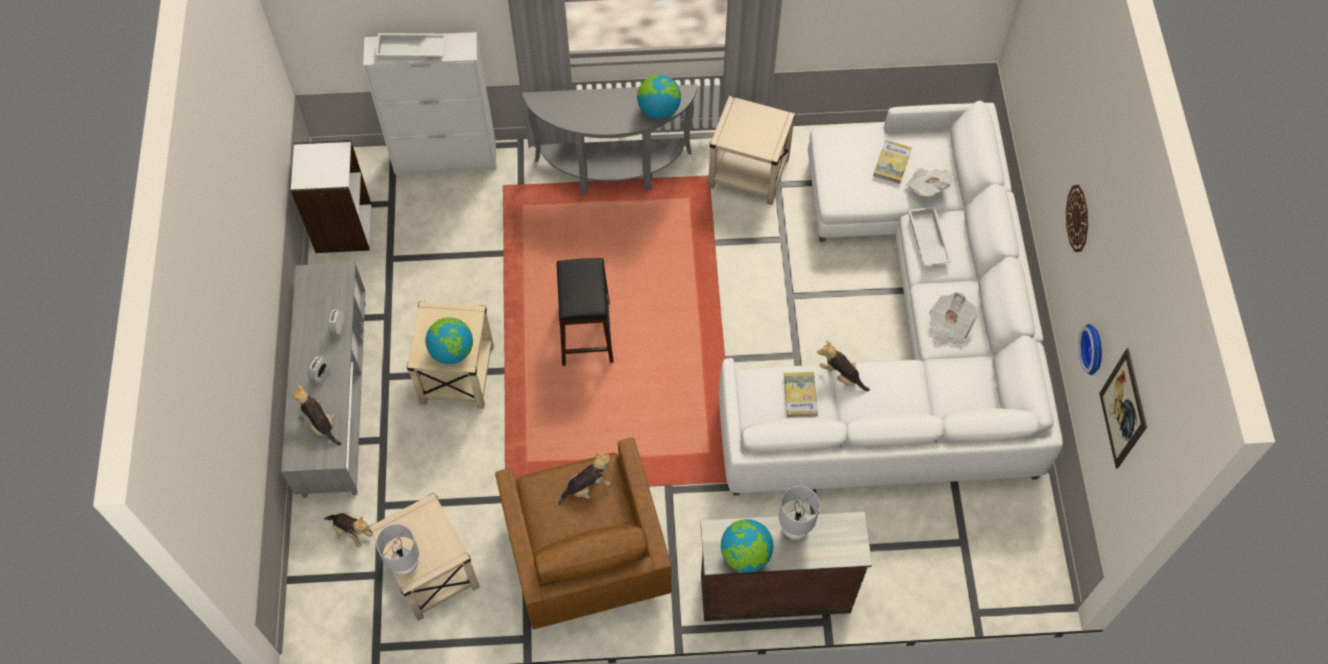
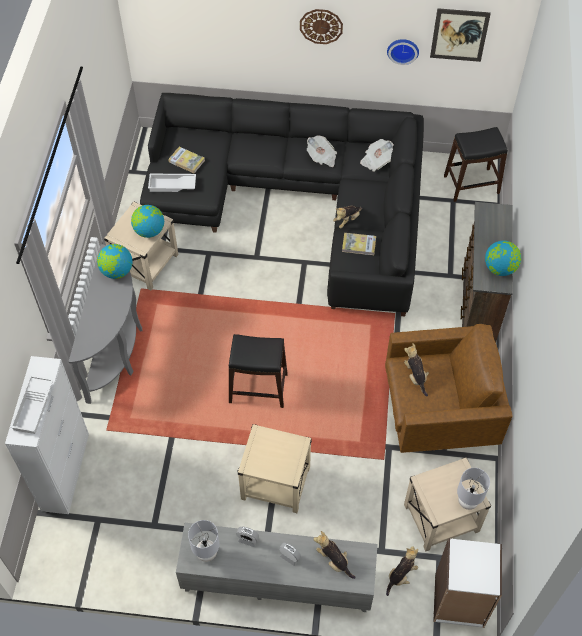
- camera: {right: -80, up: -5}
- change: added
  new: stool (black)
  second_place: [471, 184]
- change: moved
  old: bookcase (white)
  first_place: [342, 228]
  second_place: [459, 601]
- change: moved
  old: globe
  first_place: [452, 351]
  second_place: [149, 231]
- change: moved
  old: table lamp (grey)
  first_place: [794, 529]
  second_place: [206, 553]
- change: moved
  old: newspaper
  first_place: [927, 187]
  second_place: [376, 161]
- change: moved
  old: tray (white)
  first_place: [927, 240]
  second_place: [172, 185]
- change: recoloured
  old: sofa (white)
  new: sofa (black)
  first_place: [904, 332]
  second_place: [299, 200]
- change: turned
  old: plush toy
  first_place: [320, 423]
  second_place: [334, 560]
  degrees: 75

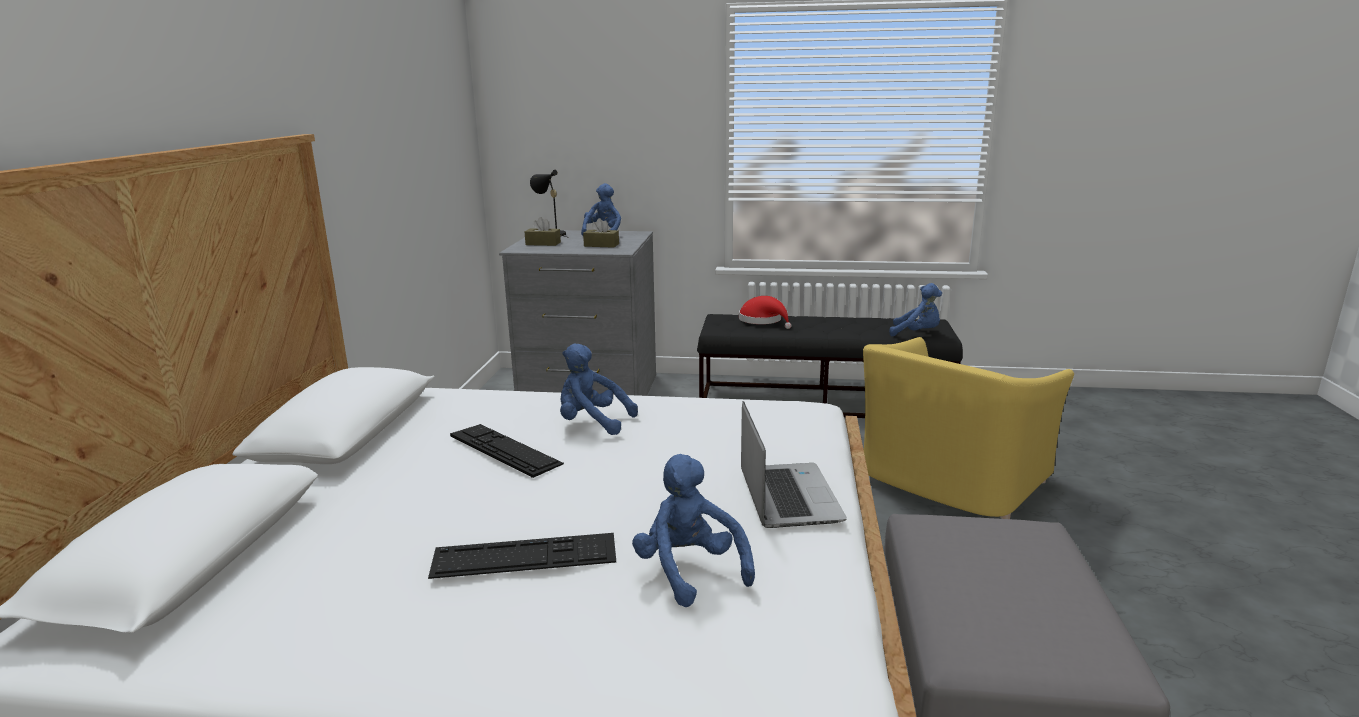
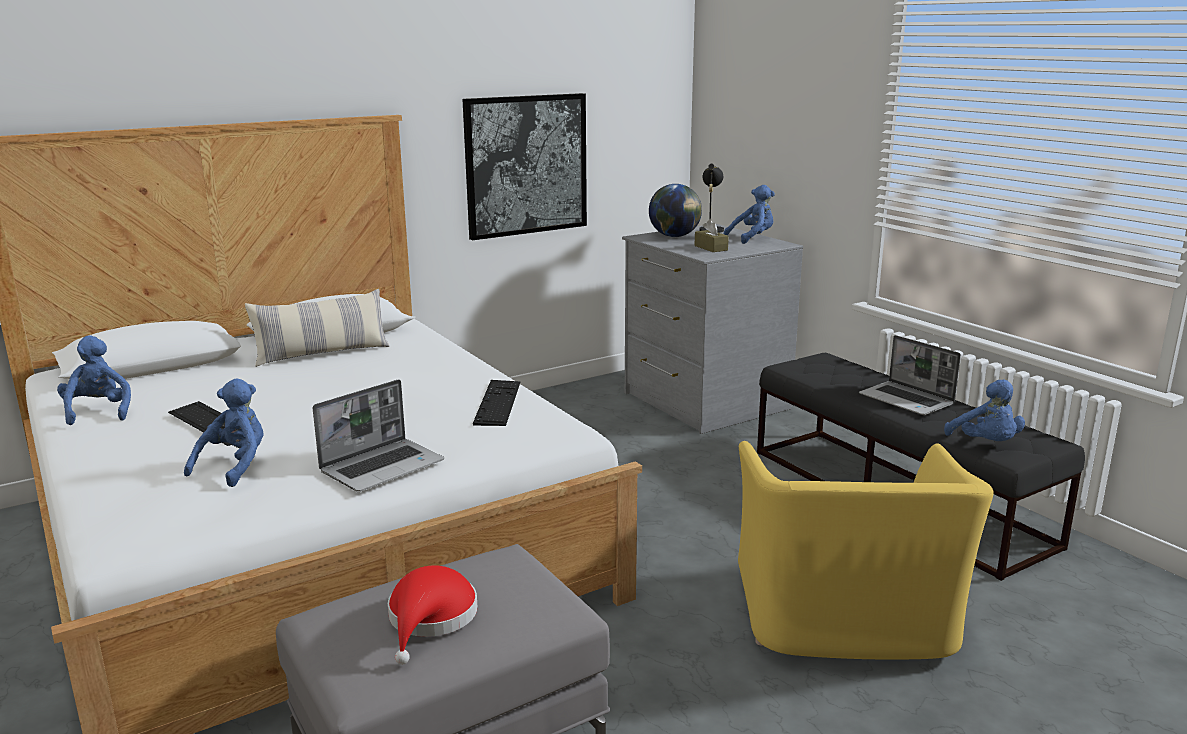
- camera: {right: 50, up: 0}
- change: added
  new: pillow
  second_place: [322, 354]
- change: added
  new: picture
  second_place: [526, 165]
- change: added
  new: laptop
  second_place: [907, 400]
- change: moved
  old: keyboard
  first_place: [504, 449]
  second_place: [498, 402]
- change: moved
  old: plush toy (blue)
  first_place: [592, 423]
  second_place: [98, 412]
- change: moved
  old: hat (red)
  first_place: [763, 320]
  second_place: [430, 619]
- change: replaced
  old: tissue box (brown)
  new: globe
  first_place: [543, 243]
  second_place: [675, 236]
- change: turned
  old: armchair (yellow)
  first_place: [949, 480]
  second_place: [845, 618]
  degrees: -90

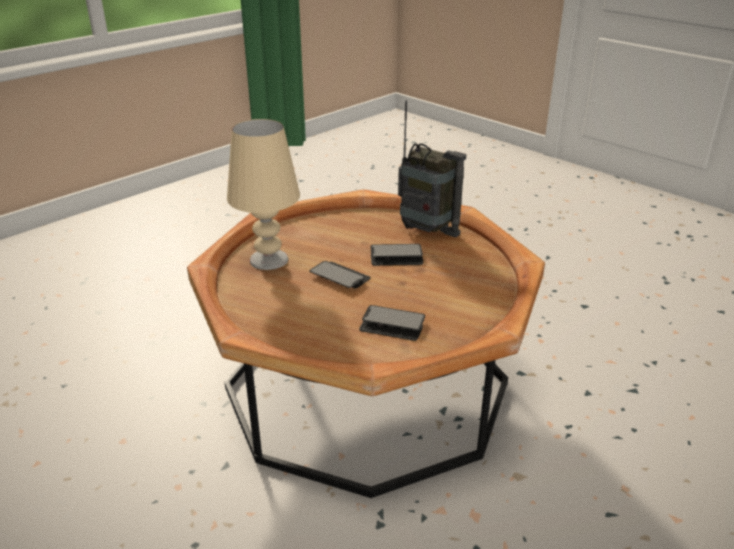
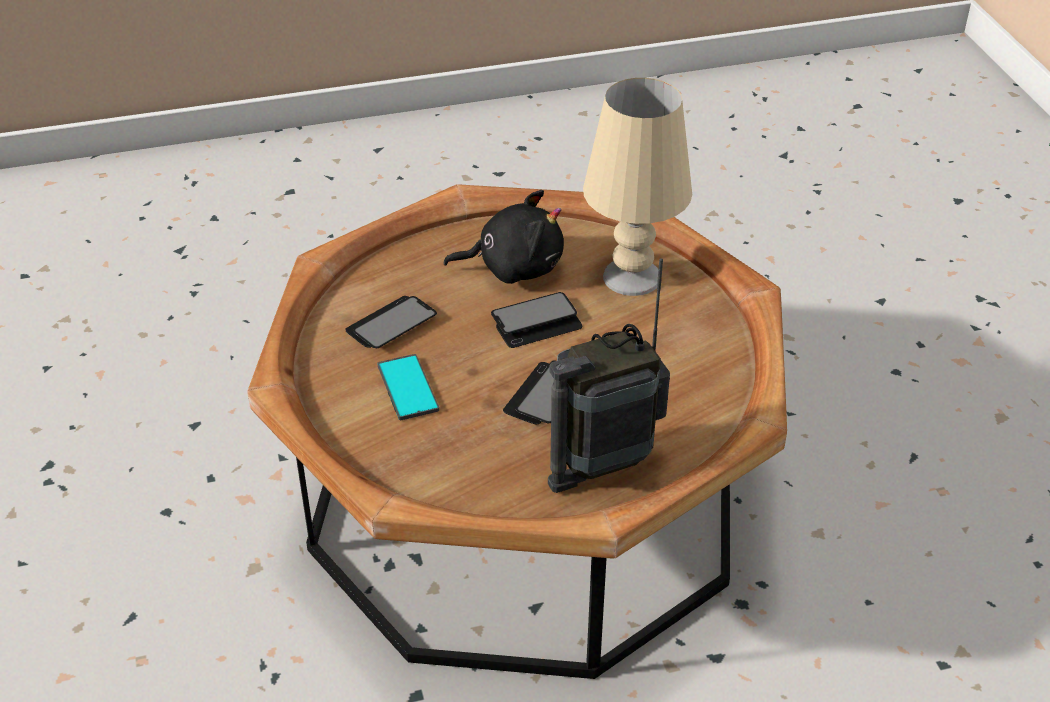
- camera: {right: 120, up: 10}
- change: added
  new: phone
  second_place: [407, 388]
- change: added
  new: plush toy (black)
  second_place: [514, 267]

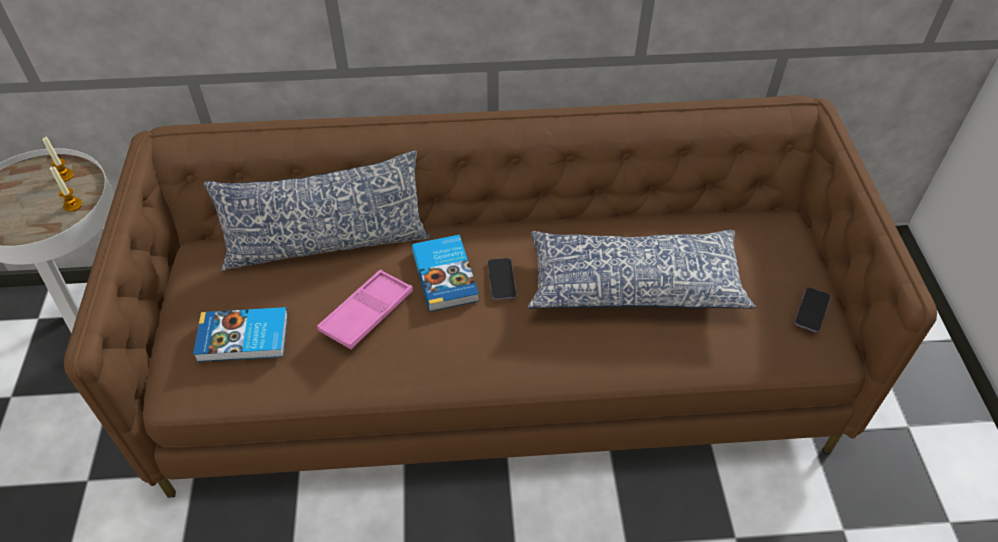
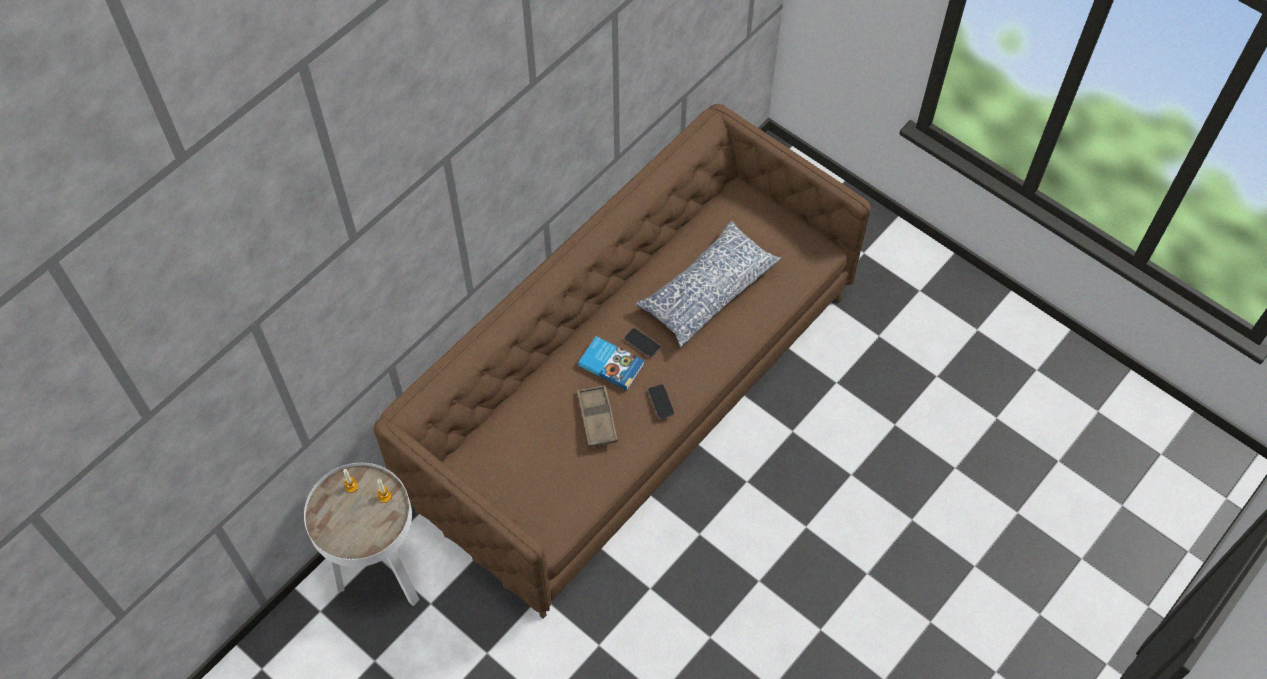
- camera: {right: -45, up: 10}
- change: removed
  old: book
  first_place: [243, 338]
- change: removed
  old: pillow
  first_place: [326, 243]
- change: moved
  old: phone
  first_place: [811, 311]
  second_place: [661, 402]
- change: recoloured
  old: tray (pink)
  new: tray (brown)
  first_place: [367, 313]
  second_place: [597, 418]

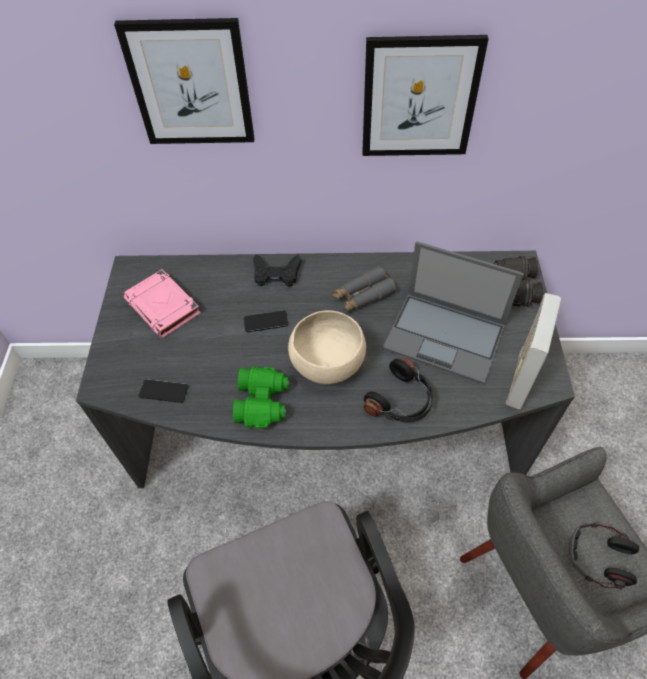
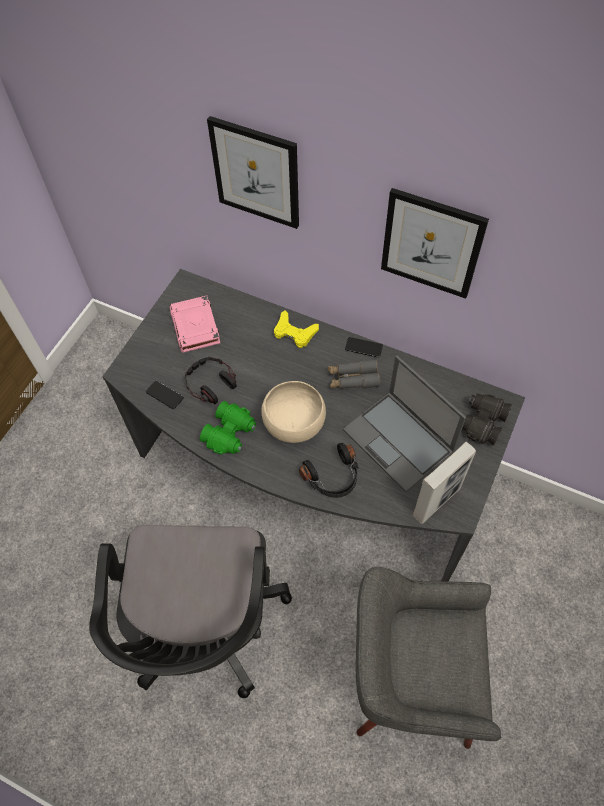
- camera: {right: 25, up: 5}
- change: moved
  old: phone
  first_place: [265, 322]
  second_place: [363, 347]
- change: moved
  old: headphones
  first_place: [599, 558]
  second_place: [210, 383]
- change: recoloured
  old: game controller (black)
  new: game controller (yellow)
  first_place: [276, 274]
  second_place: [294, 332]

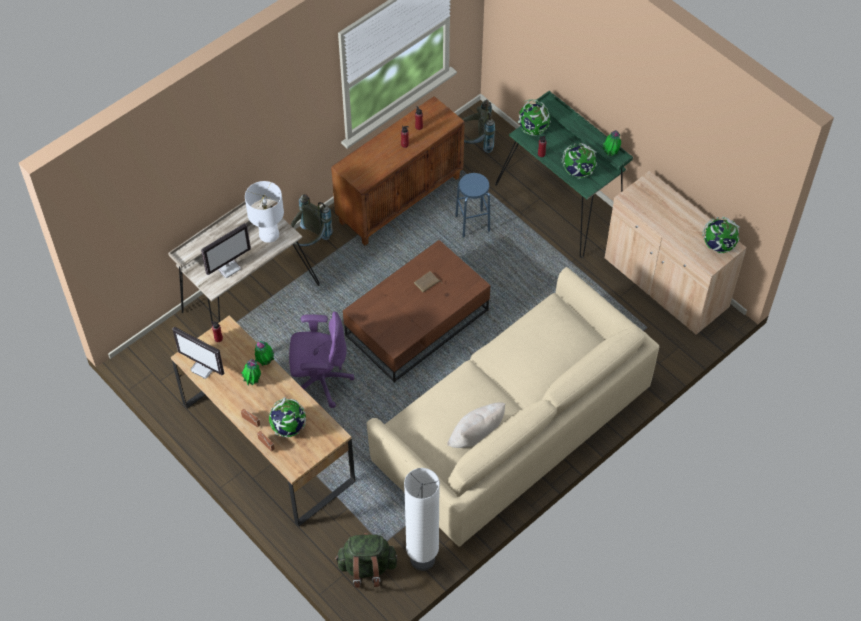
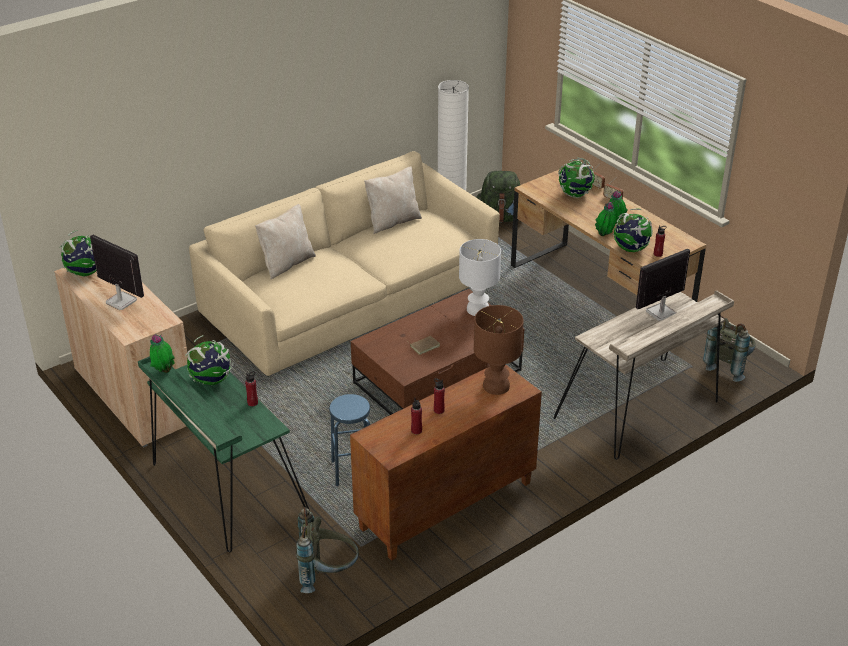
- camera: {right: -175, up: -20}
- change: removed
  old: office chair (purple)
  first_place: [320, 381]
- change: added
  new: pillow (beige)
  second_place: [286, 264]
- change: added
  new: table lamp (brown)
  second_place: [496, 386]
- change: moved
  old: monitor
  first_place: [204, 368]
  second_place: [120, 301]
- change: moved
  old: table lamp (white)
  first_place: [268, 234]
  second_place: [478, 309]
- change: moved
  old: backpack (grey)
  first_place: [310, 241]
  second_place: [728, 366]
- change: moved
  old: globe
  first_place: [532, 129]
  second_place: [631, 249]

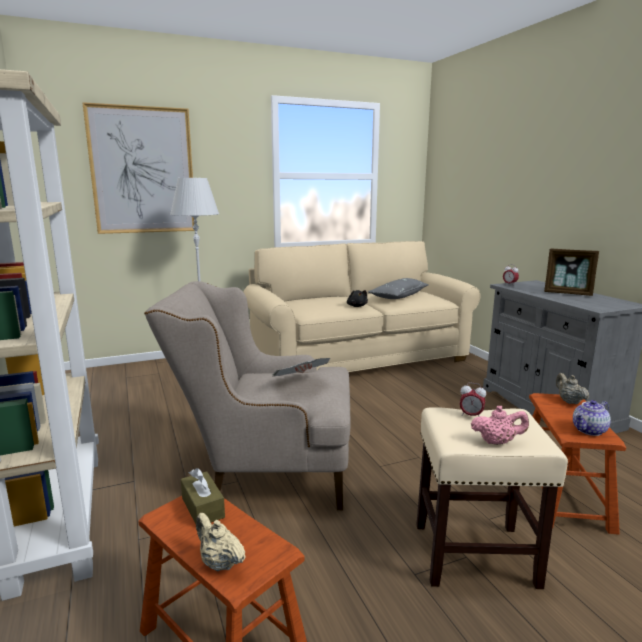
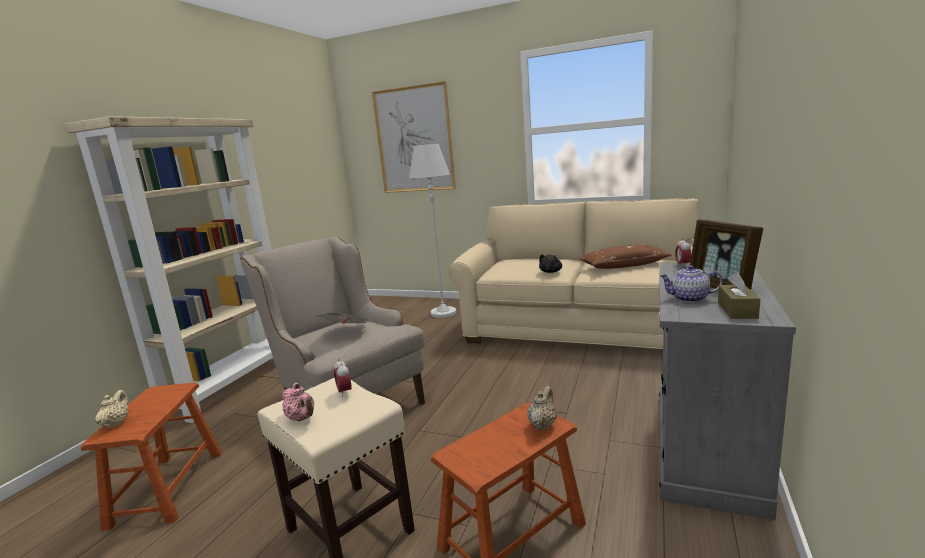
- camera: {right: 45, up: 0}
- change: moved
  old: tissue box (brown)
  first_place: [203, 507]
  second_place: [737, 310]
- change: moved
  old: teapot
  first_place: [589, 430]
  second_place: [689, 298]
- change: recoloured
  old: pillow (grey)
  new: pillow (brown)
  first_place: [399, 296]
  second_place: [623, 265]

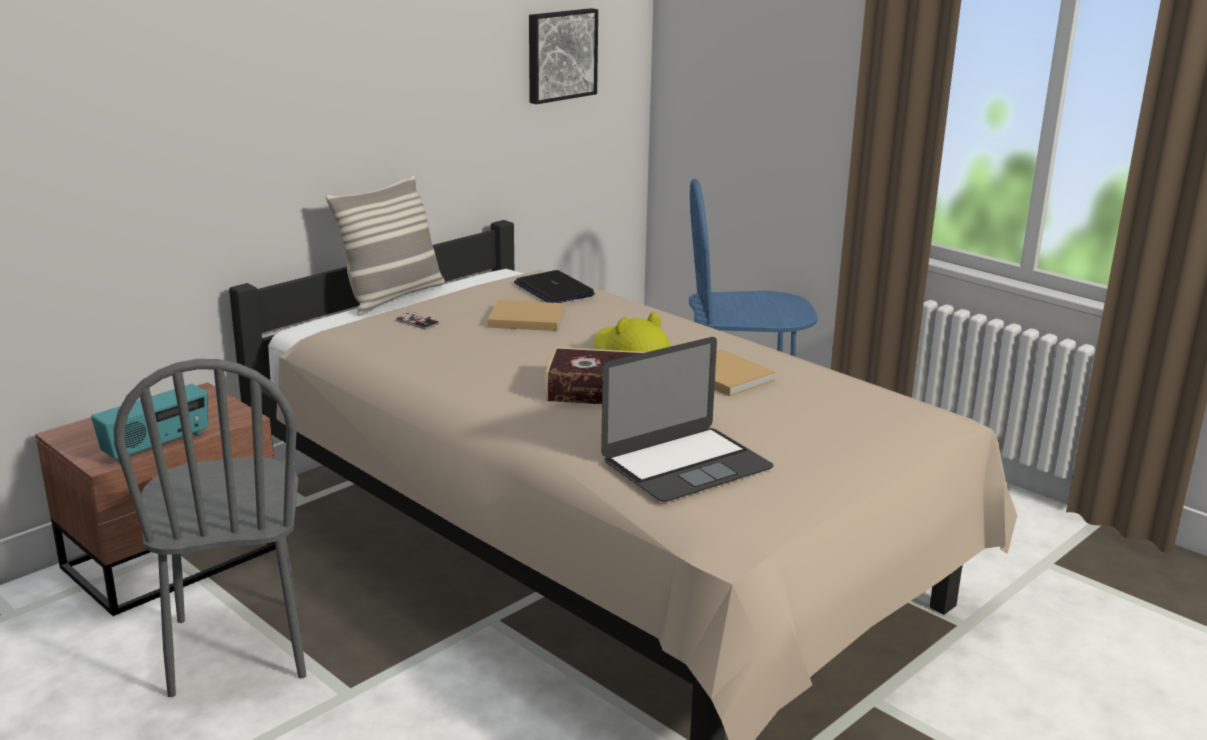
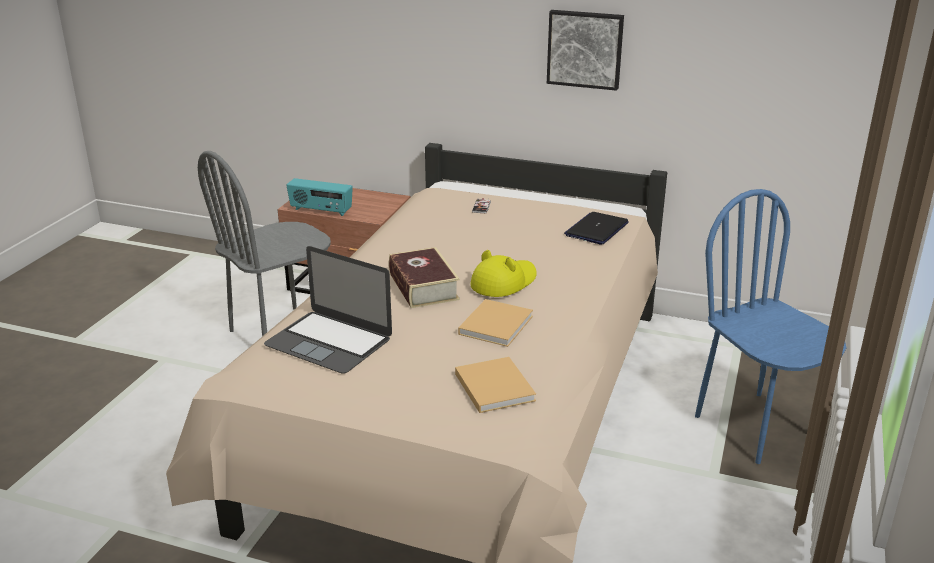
- camera: {right: 65, up: 5}
- change: removed
  old: pillow
  first_place: [392, 297]
- change: moved
  old: book (beige)
  first_place: [524, 319]
  second_place: [493, 386]
- change: moved
  old: picture
  first_place: [560, 55]
  second_place: [585, 49]

